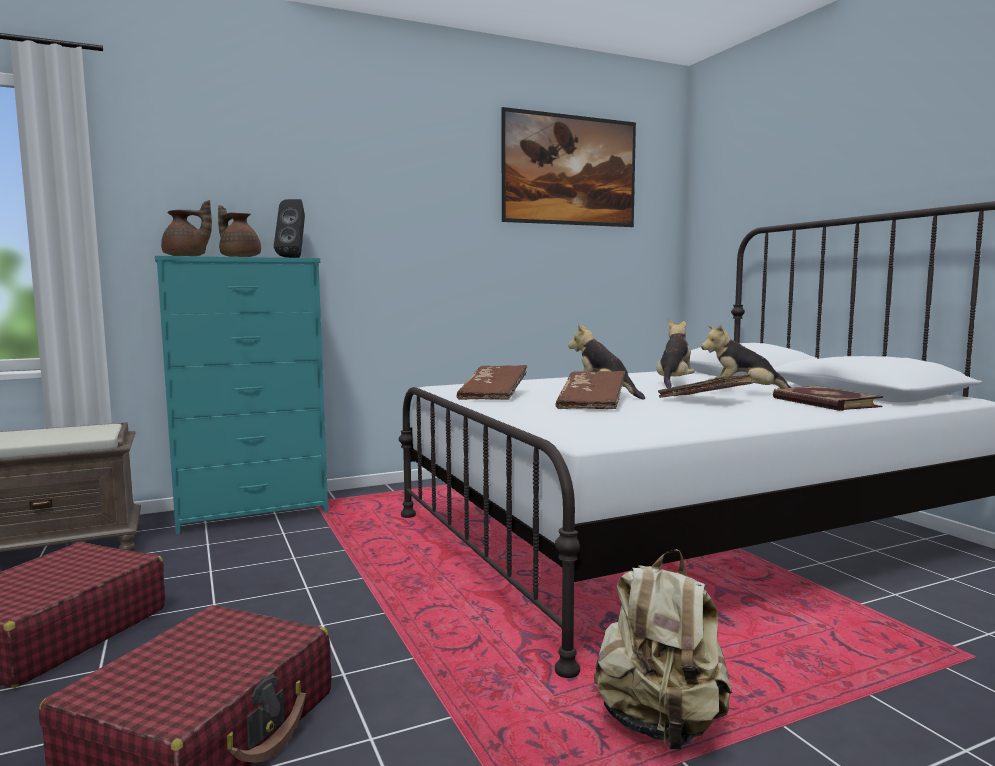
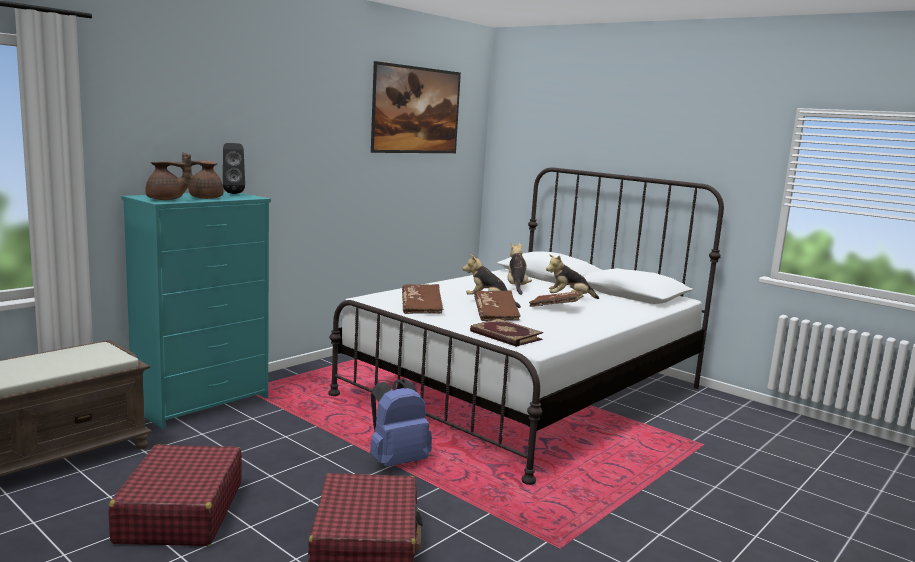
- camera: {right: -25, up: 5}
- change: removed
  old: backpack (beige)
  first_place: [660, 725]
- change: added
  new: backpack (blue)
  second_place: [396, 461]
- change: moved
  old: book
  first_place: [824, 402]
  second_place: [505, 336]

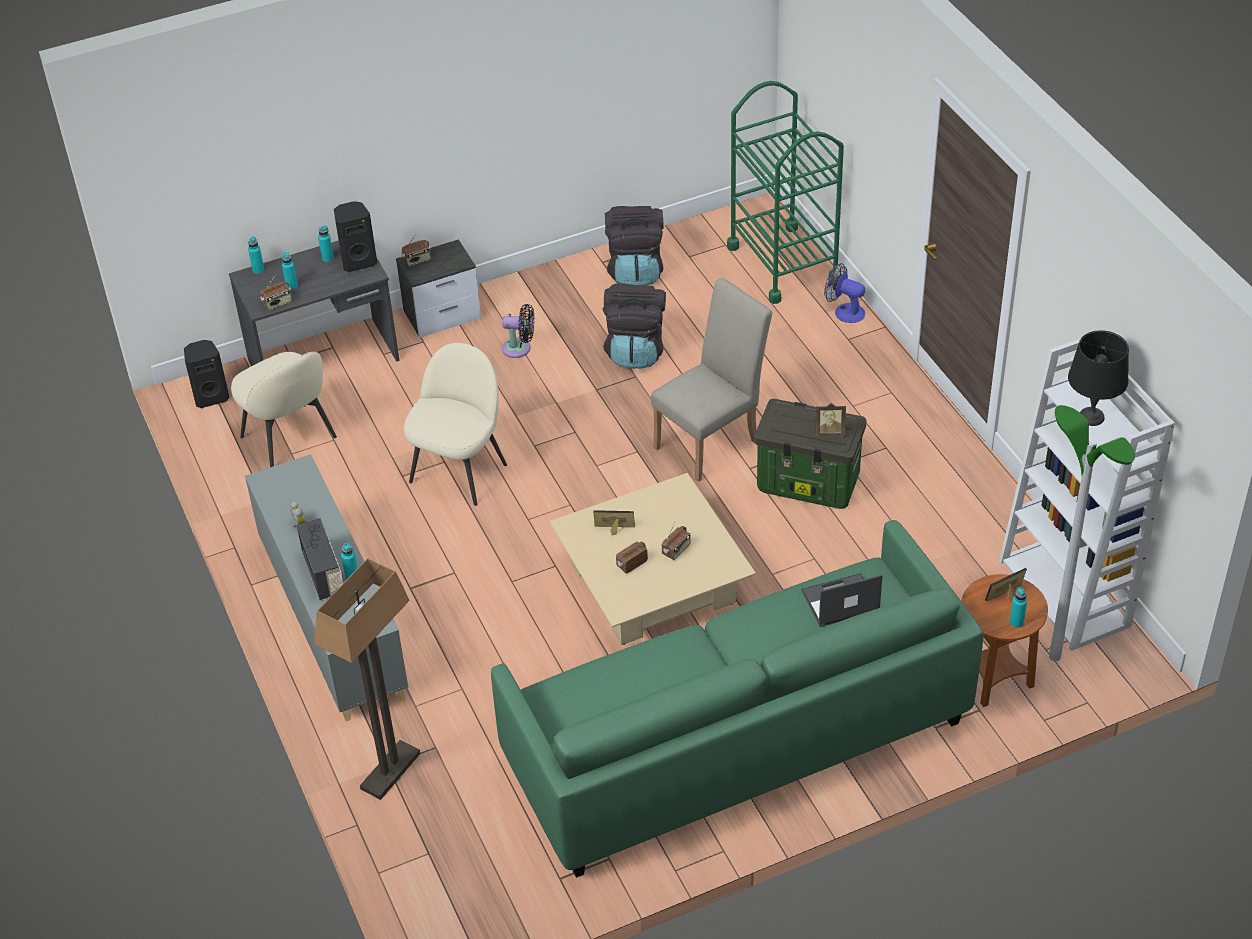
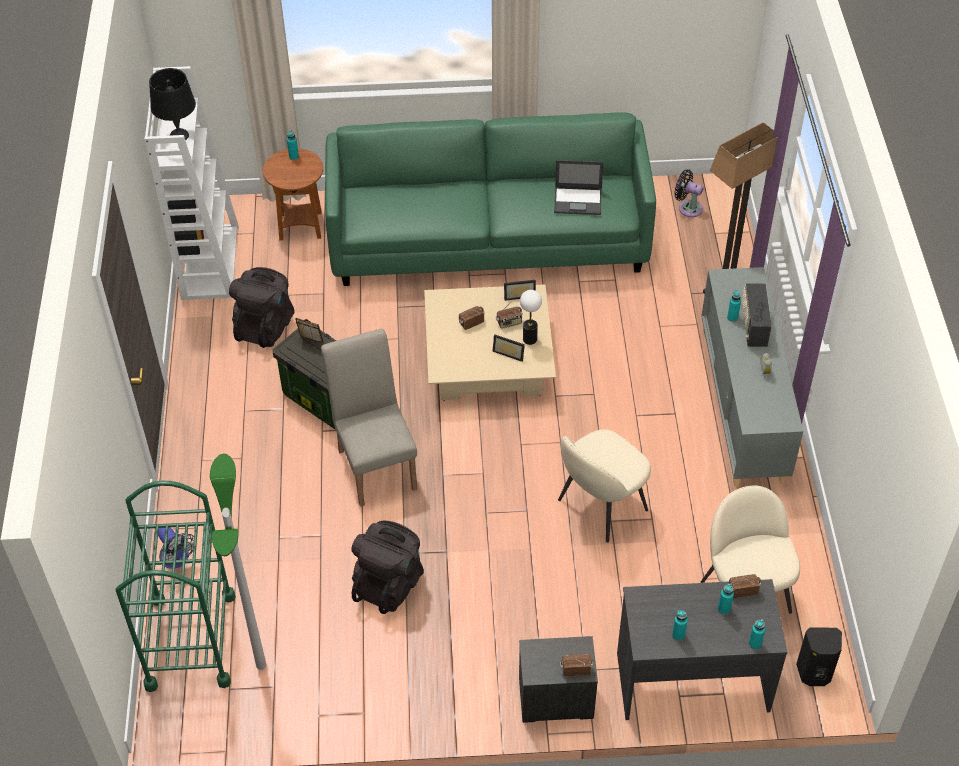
- camera: {right: -160, up: 5}
- change: removed
  old: speaker (black)
  first_place: [358, 261]
- change: added
  new: table lamp
  second_place: [529, 339]
- change: moved
  old: fan (black)
  first_place: [519, 348]
  second_place: [688, 208]
- change: moved
  old: backpack (black)
  first_place: [636, 270]
  second_place: [265, 326]
- change: moved
  old: laptop
  first_place: [839, 601]
  second_place: [578, 201]
- change: moved
  old: picture frame
  first_place: [1007, 596]
  second_place: [519, 294]
- change: moved
  old: floor lamp
  first_place: [1055, 656]
  second_place: [260, 665]
- change: turned
  old: chair (beige)
  first_place: [712, 441]
  second_place: [376, 464]
  degrees: 90

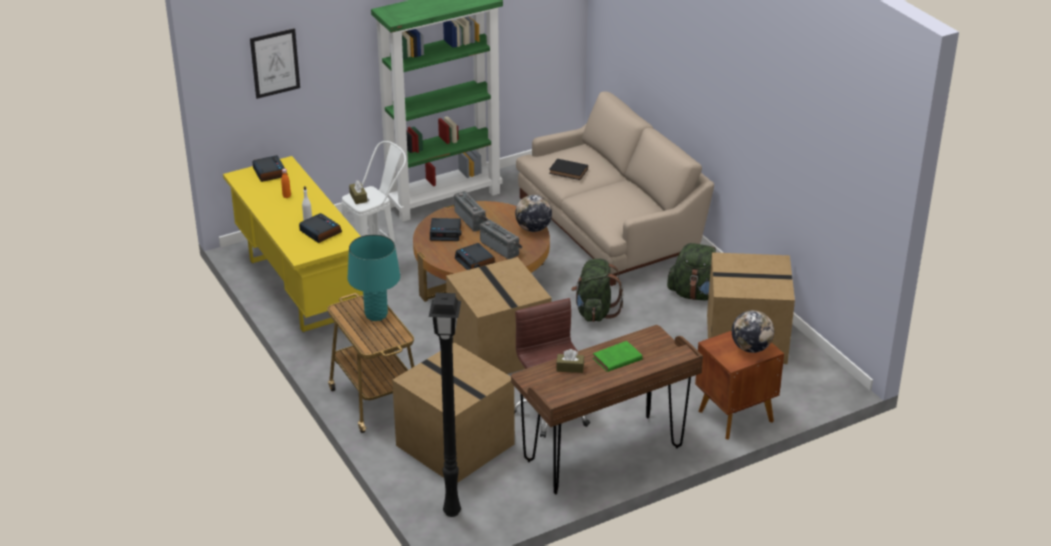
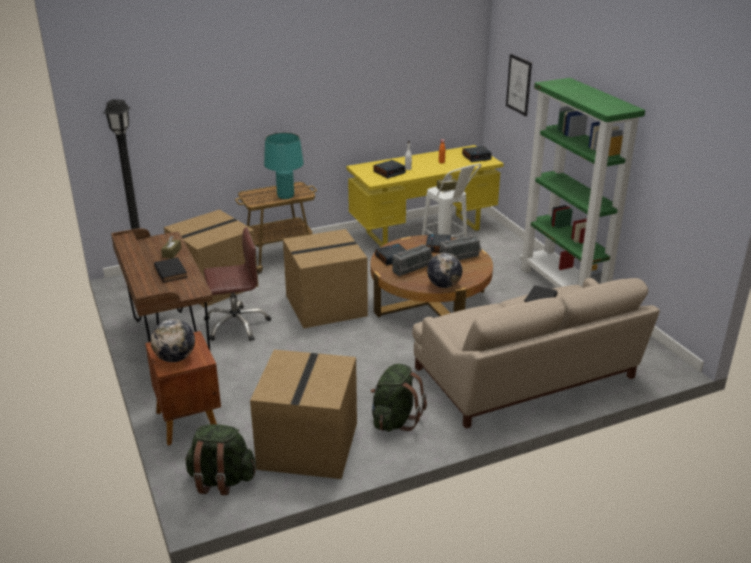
- camera: {right: 95, up: -5}
- change: moved
  old: backpack (green)
  first_place: [595, 311]
  second_place: [221, 480]
- change: recoloured
  old: book (green)
  new: book (black)
  first_place: [616, 360]
  second_place: [170, 272]

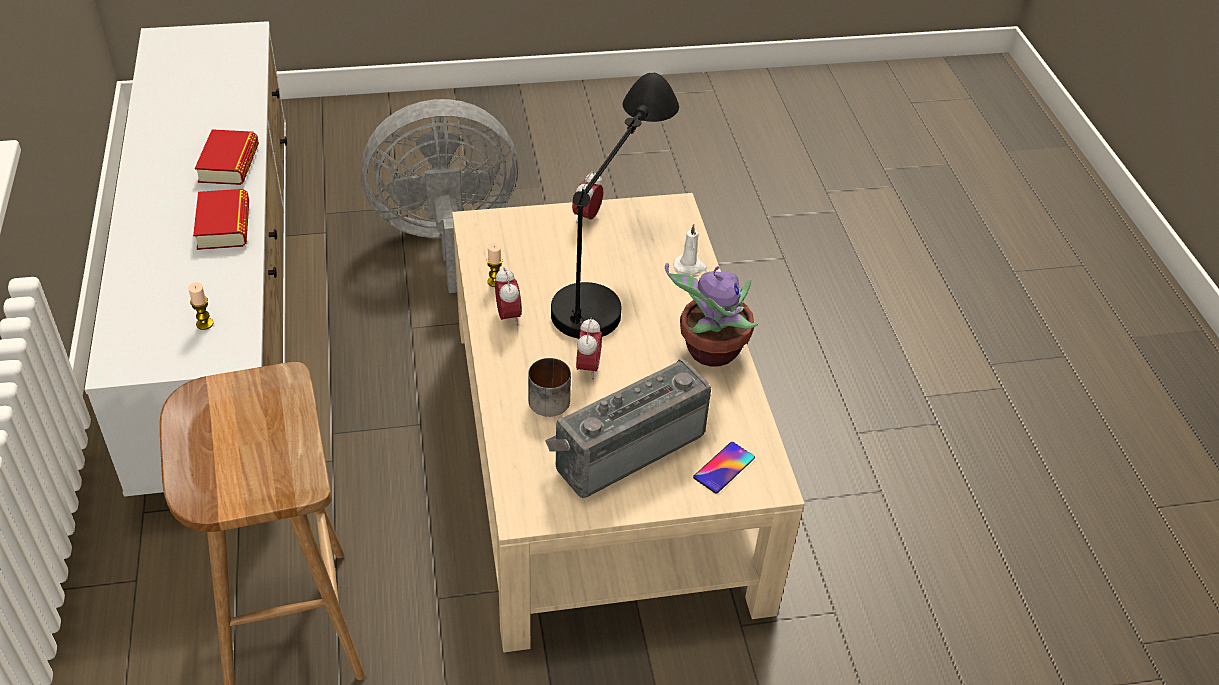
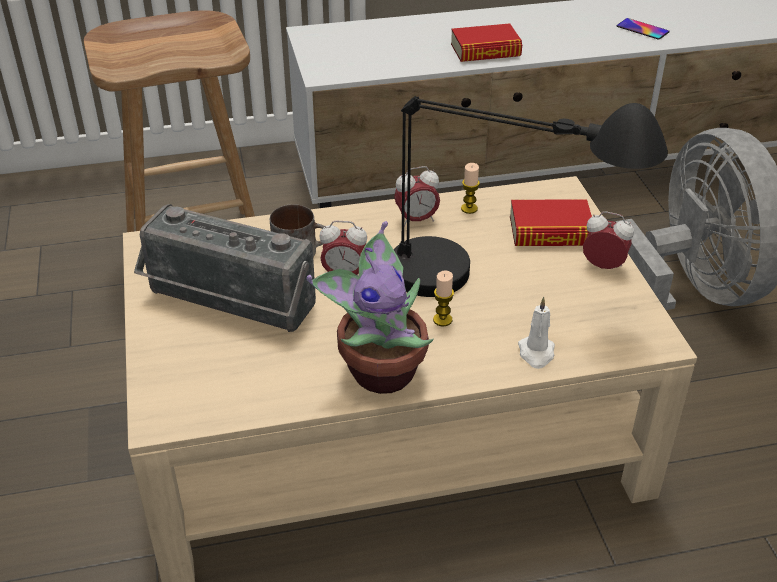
- camera: {right: 90, up: -5}
- change: moved
  old: candle
  first_place: [204, 324]
  second_place: [442, 320]
- change: moved
  old: book
  first_place: [229, 164]
  second_place: [550, 232]
- change: moved
  old: phone
  first_place: [724, 468]
  second_place: [642, 29]
- change: turned
  old: radio
  first_place: [626, 447]
  second_place: [228, 305]
  degrees: 150

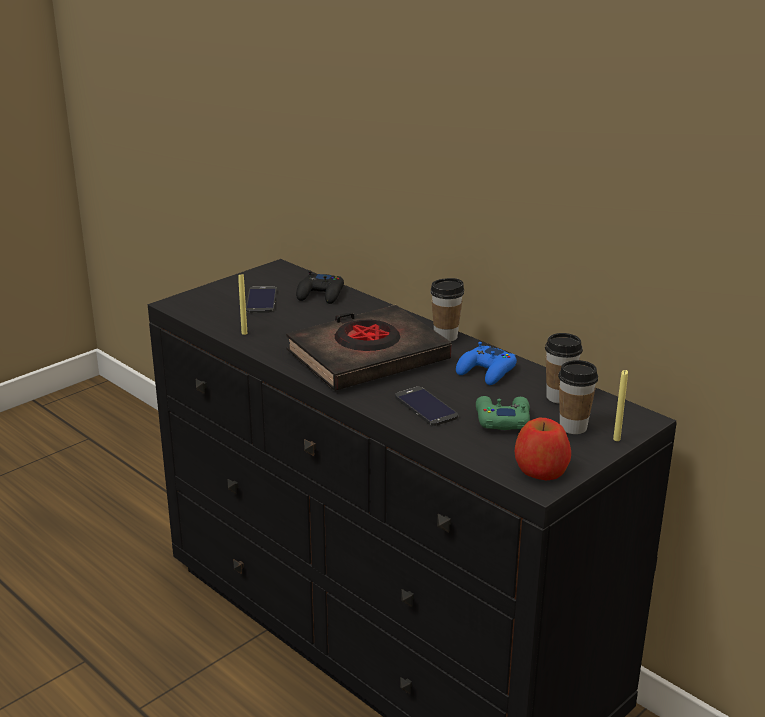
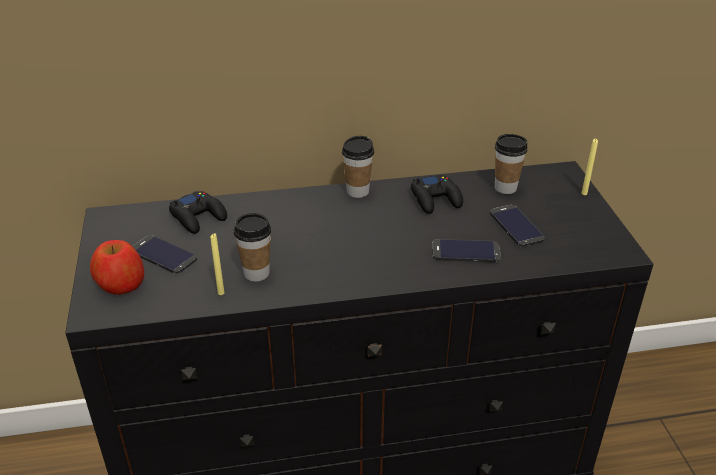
- camera: {right: -55, up: 10}
- change: removed
  old: book (black)
  first_place: [367, 357]
- change: moved
  old: apple
  first_place: [540, 469]
  second_place: [121, 284]
- change: moved
  old: cup
  first_place: [573, 427]
  second_place: [256, 273]
- change: replaced
  old: game controller (green)
  new: phone
  first_place: [502, 419]
  second_place: [516, 226]
- change: recoloured
  old: game controller (blue)
  new: game controller (black)
  first_place: [486, 371]
  second_place: [436, 199]

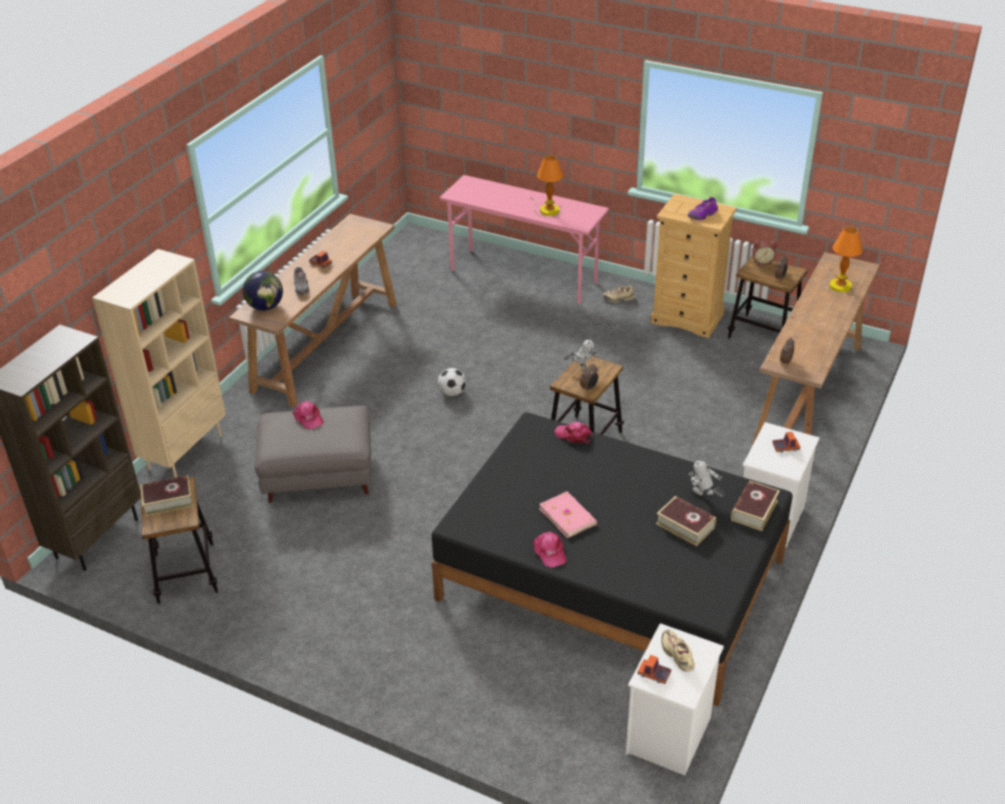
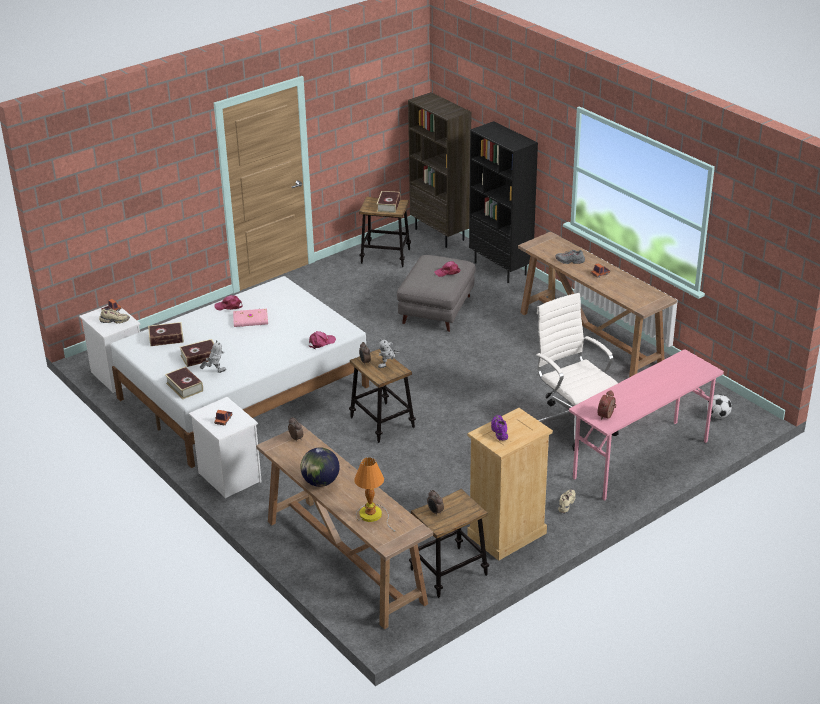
- camera: {right: 115, up: -5}
- change: removed
  old: table lamp
  first_place: [547, 210]
- change: added
  new: book
  second_place: [166, 338]
- change: added
  new: office chair (white)
  second_place: [573, 423]
- change: moved
  old: globe
  first_place: [265, 307]
  second_place: [320, 482]
- change: moved
  old: football
  first_place: [452, 393]
  second_place: [718, 416]
- change: moved
  old: alarm clock
  first_place: [762, 261]
  second_place: [607, 415]
- change: recoloured
  old: bookcase (beige)
  new: bookcase (black)
  first_place: [185, 451]
  second_place: [501, 268]
- change: recoloured
  old: bed (black)
  new: bed (white)
  first_place: [610, 579]
  second_place: [243, 392]

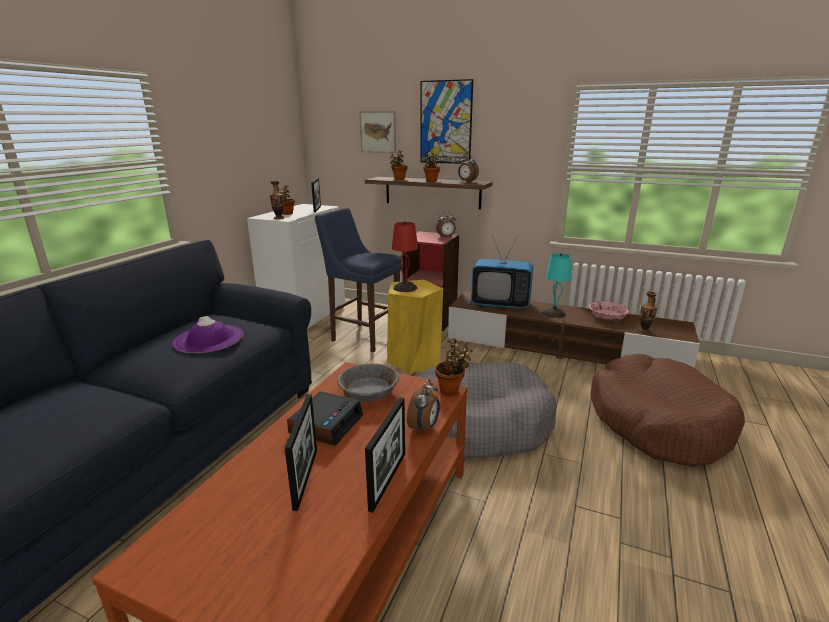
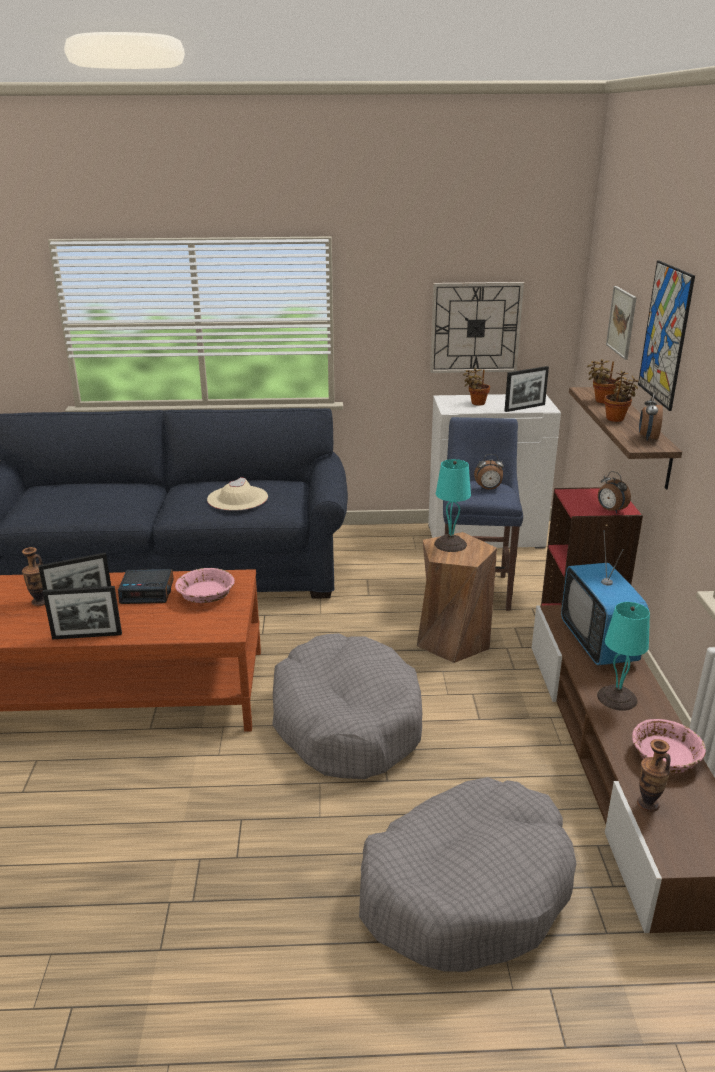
- camera: {right: 65, up: 5}
- change: removed
  old: potted plant
  first_place: [451, 389]
- change: added
  new: wall clock
  second_place: [475, 328]
- change: moved
  old: vase
  first_place: [279, 218]
  second_place: [40, 602]
- change: moved
  old: alarm clock
  first_place: [424, 427]
  second_place: [488, 489]
- change: recoloured
  old: hat (purple)
  new: hat (beige)
  first_place: [209, 339]
  second_place: [237, 498]
- change: recoloured
  old: bowl (grey)
  new: bowl (pink)
  first_place: [368, 392]
  second_place: [206, 595]
- change: recoloured
  old: stool (yellow)
  new: stool (brown)
  first_place: [414, 360]
  second_place: [452, 640]
- change: recoloured
  old: table lamp (red)
  new: table lamp (turquoise)
  first_place: [405, 287]
  second_place: [451, 544]
- change: recoloured
  old: dog bed (brown)
  new: dog bed (grey)
  first_place: [657, 422]
  second_place: [466, 888]

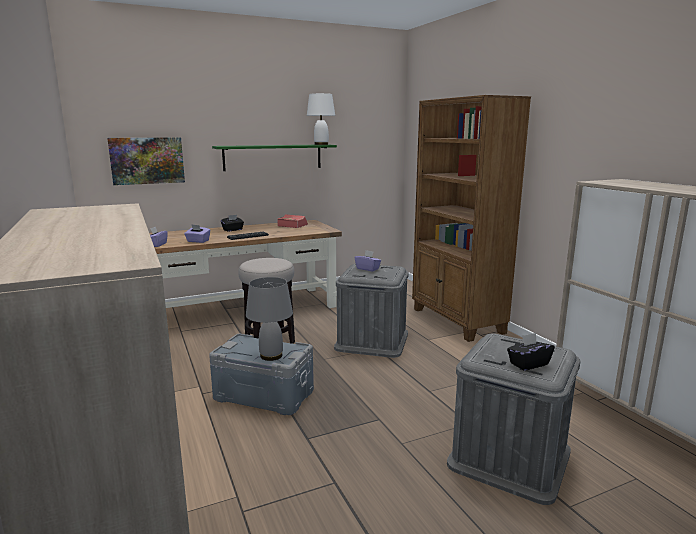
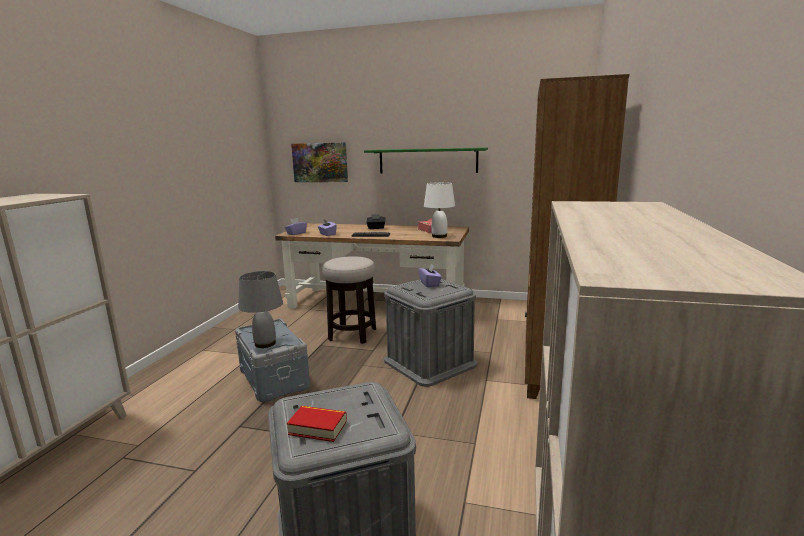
- camera: {right: 40, up: 0}
- change: moved
  old: table lamp (white)
  first_place: [321, 144]
  second_place: [439, 236]
- change: replaced
  old: tissue box (black)
  new: book
  first_place: [528, 364]
  second_place: [318, 428]

